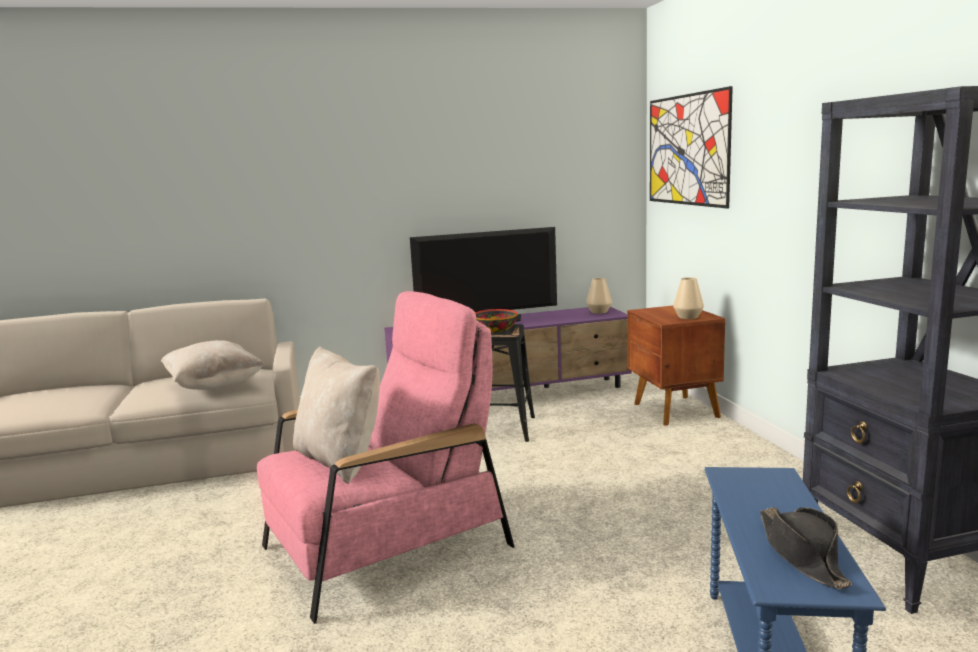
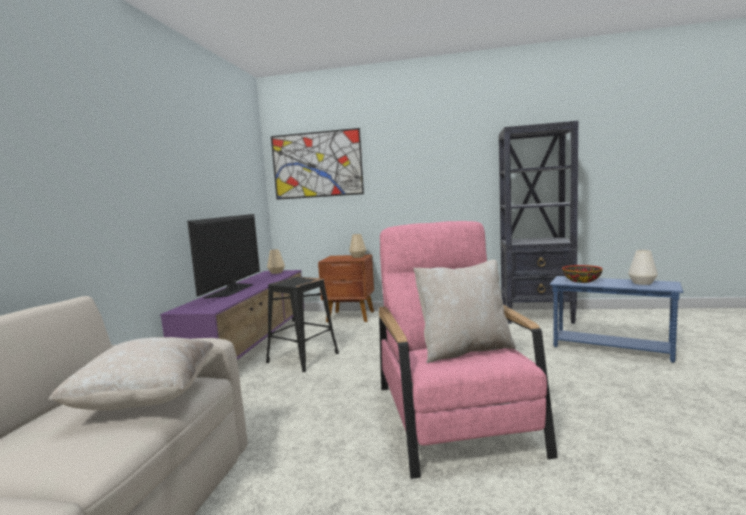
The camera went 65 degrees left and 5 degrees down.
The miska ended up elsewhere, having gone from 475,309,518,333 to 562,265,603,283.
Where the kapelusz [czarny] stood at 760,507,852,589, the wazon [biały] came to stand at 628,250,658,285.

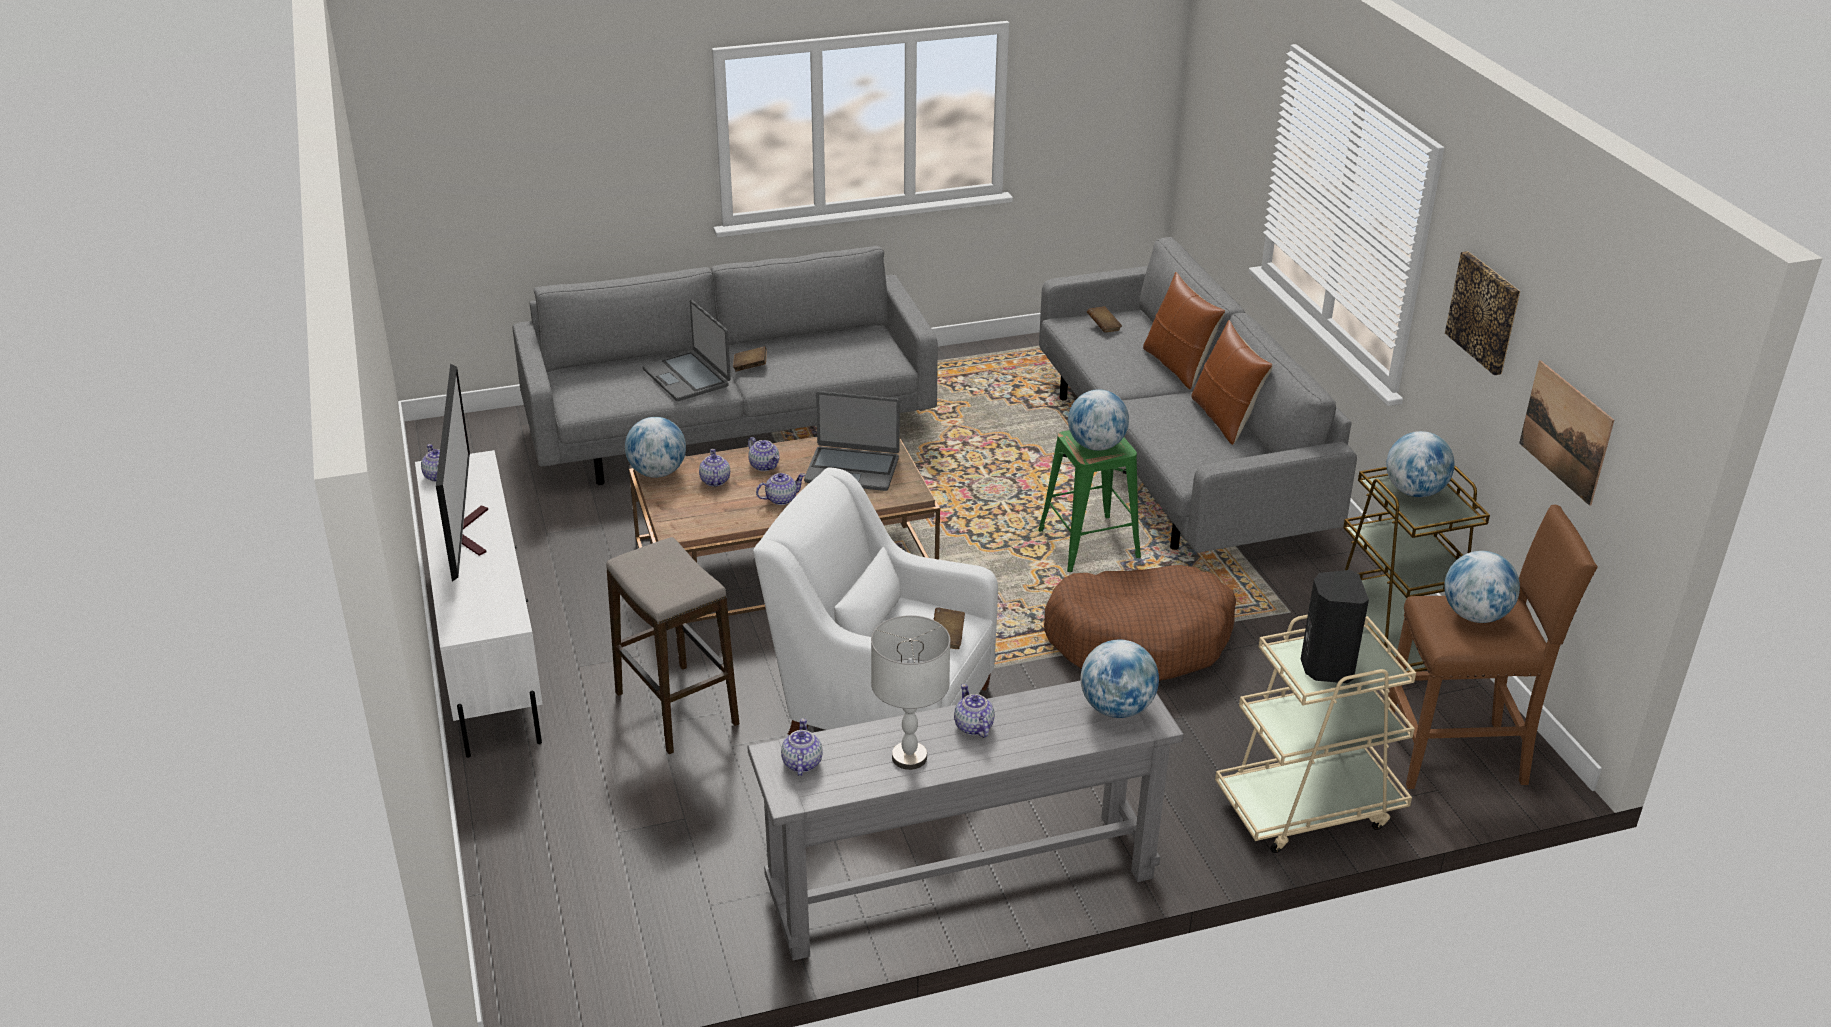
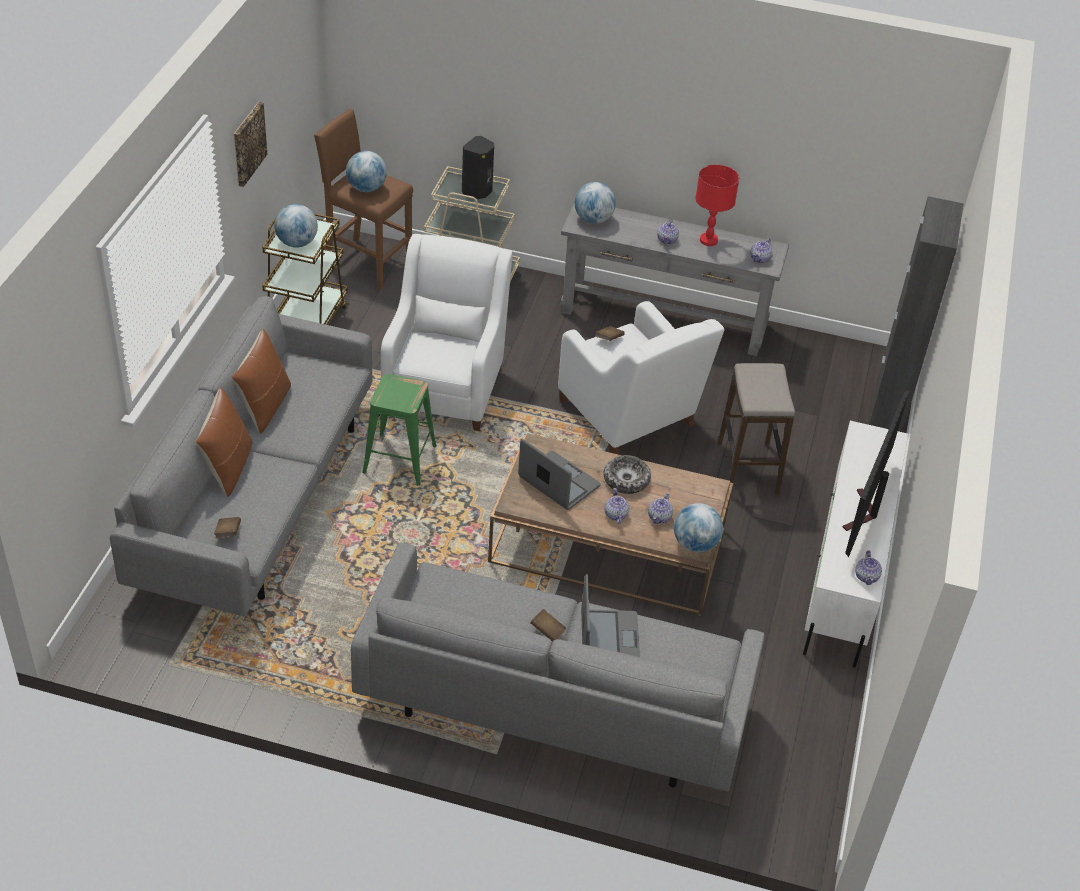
The camera went 150 degrees left and 10 degrees up.
The second view lost the obraz at 1519,360,1614,506.
The second view lost the globus at 1068,389,1129,451.
Where the imbryk stood at 756,473,805,505, the miska came to stand at 604,455,651,494.
Where the legowisko [brązowy] stood at 1044,565,1236,681, the fotel [biały] came to stand at 381,234,512,431.
What was the lampa stołowa [szary] at 871,615,950,770 turned into the lampa stołowa [czerwony] at 695,165,739,246.
The second view gained the szafka [czarny] at 869,196,964,432.

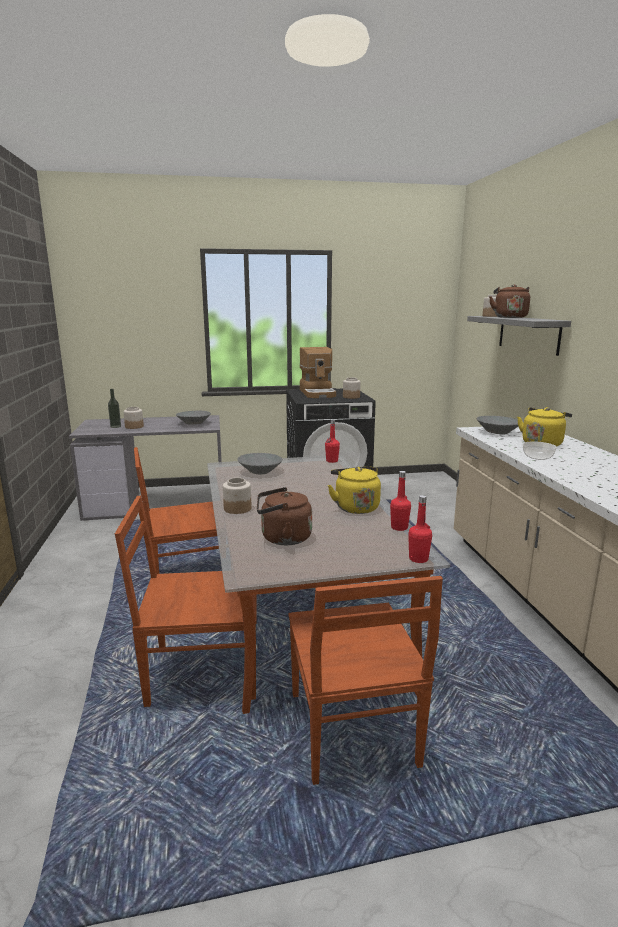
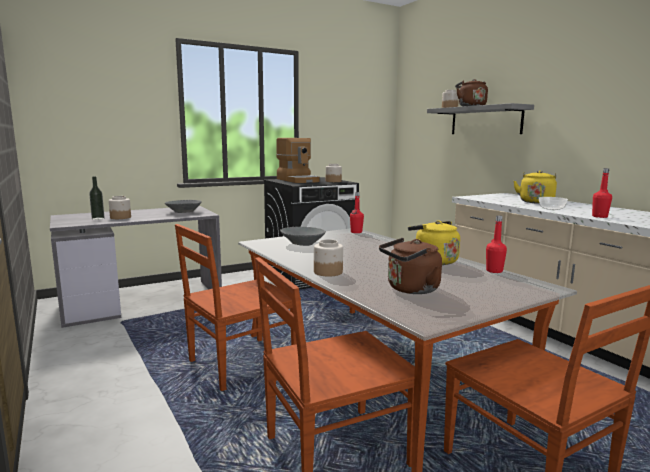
The camera went 20 degrees left and 5 degrees down.
The second view lost the miska [szary] at 477,416,518,435.
The butelka [czerwony] ended up elsewhere, having gone from 408,495,432,563 to 592,168,612,218.

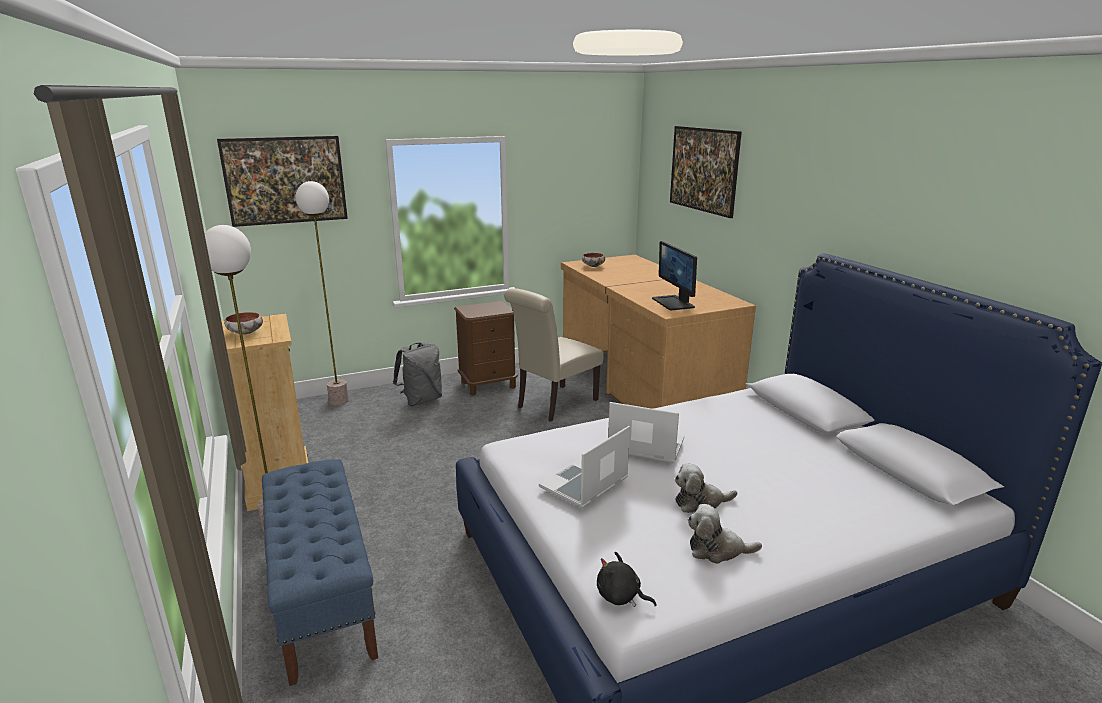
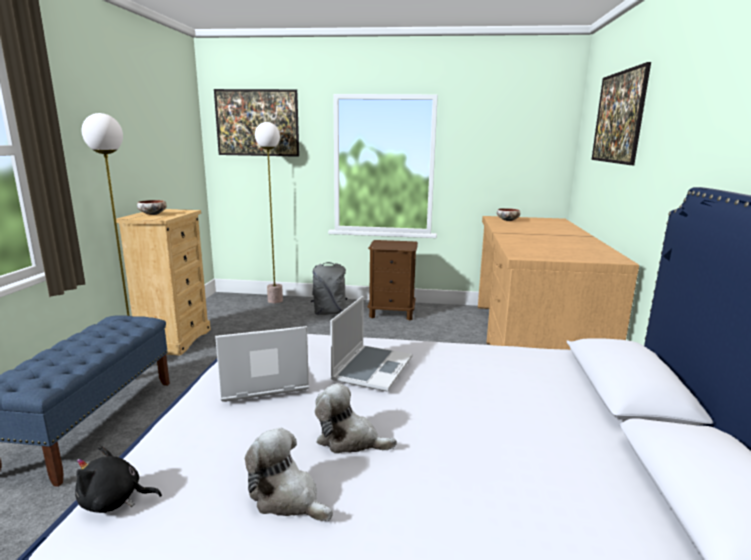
The camera went 30 degrees right and 5 degrees down.
The second view lost the monitor at 652,241,697,310.
The second view lost the krzesło [beżowy] at 504,288,603,422.
The laptop at 608,402,684,463 ended up facing another way, 60 degrees clockwise from before.
The pluszak [czarny] at 597,552,657,607 ended up facing another way, 60 degrees counterclockwise from before.

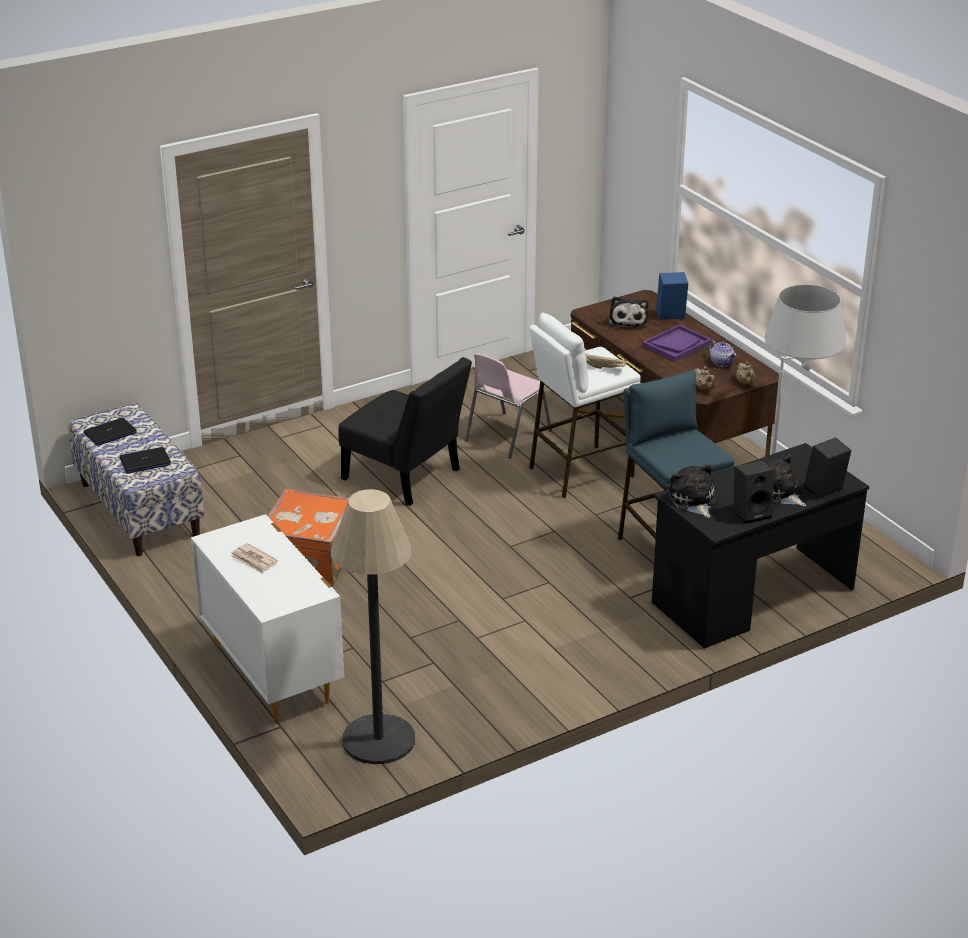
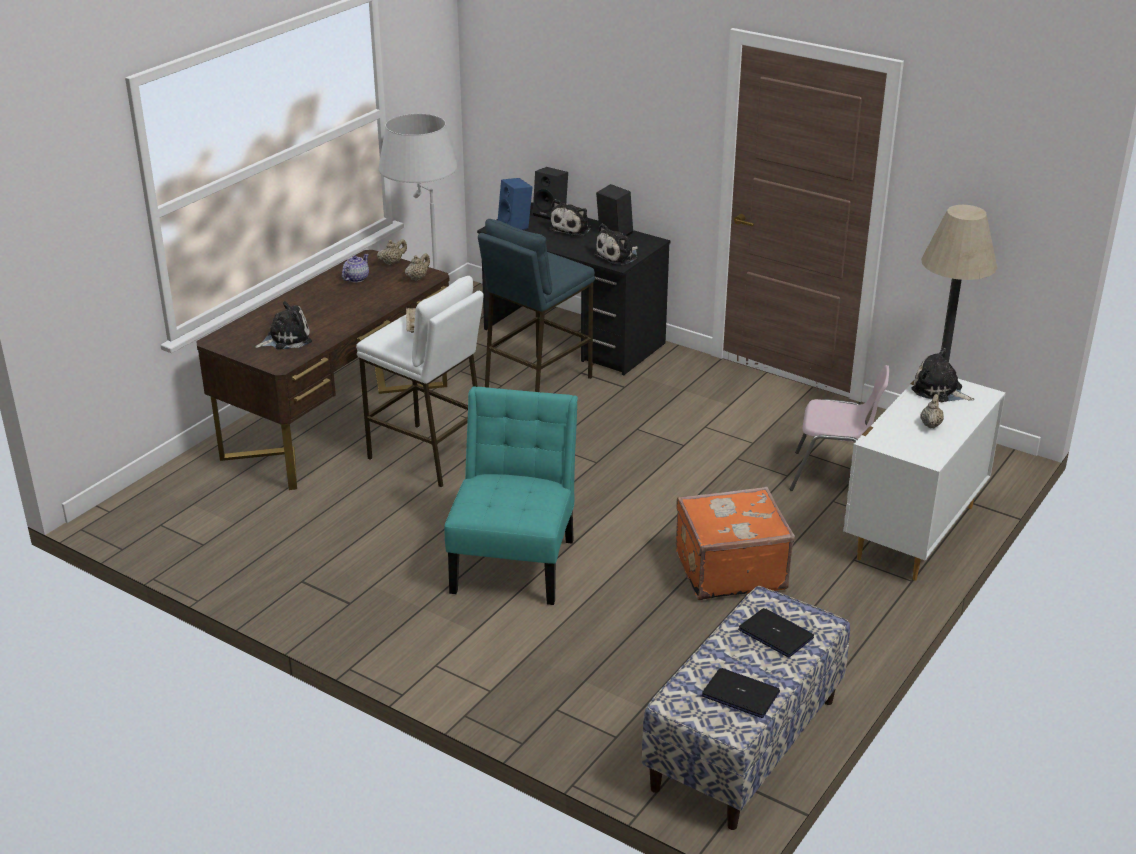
The camera went 115 degrees left and 0 degrees up.
The głośnik [niebieski] ended up elsewhere, having gone from 656,272,688,320 to 498,178,533,230.
The second view lost the taca [fioletowy] at 642,324,712,362.
The krzesło [różowy] ended up elsewhere, having gone from 465,353,552,458 to 790,365,889,491.
What was the krzesło [czarny] at 339,357,472,506 turned into the krzesło [turkusowy] at 444,386,578,605.
Where the gazeta stood at 231,543,278,574, the imbryk [beżowy] came to stand at 920,394,944,429.
The second view gained the pluszak at 911,348,974,402.

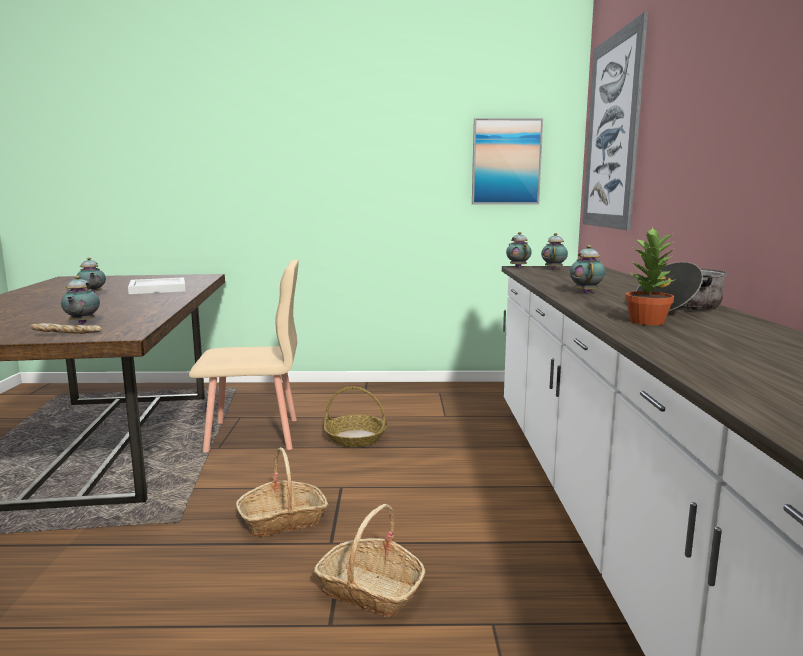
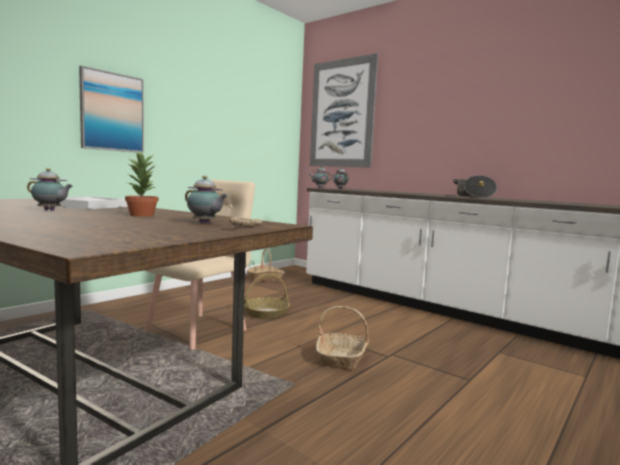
The camera went 50 degrees left and 5 degrees down.
The obraz ended up elsewhere, having gone from 472,118,543,204 to 79,65,144,153.
The roślina doniczkowa ended up elsewhere, having gone from 625,227,676,325 to 125,152,158,217.
The second view lost the imbryk at 570,245,605,294.
The koszyk ended up elsewhere, having gone from 314,504,425,617 to 247,249,285,282.

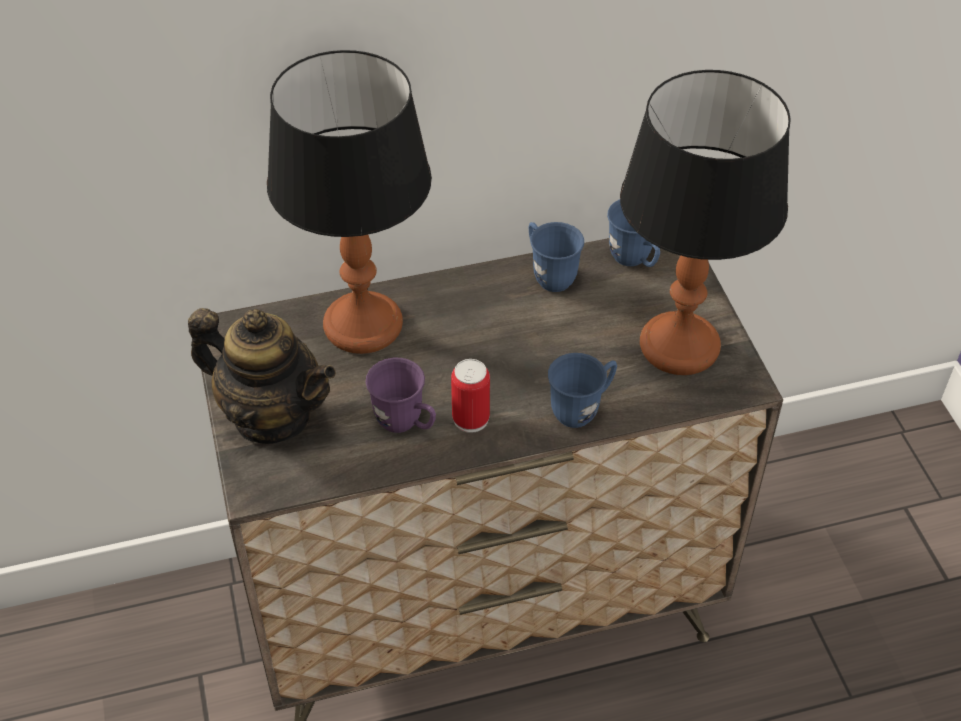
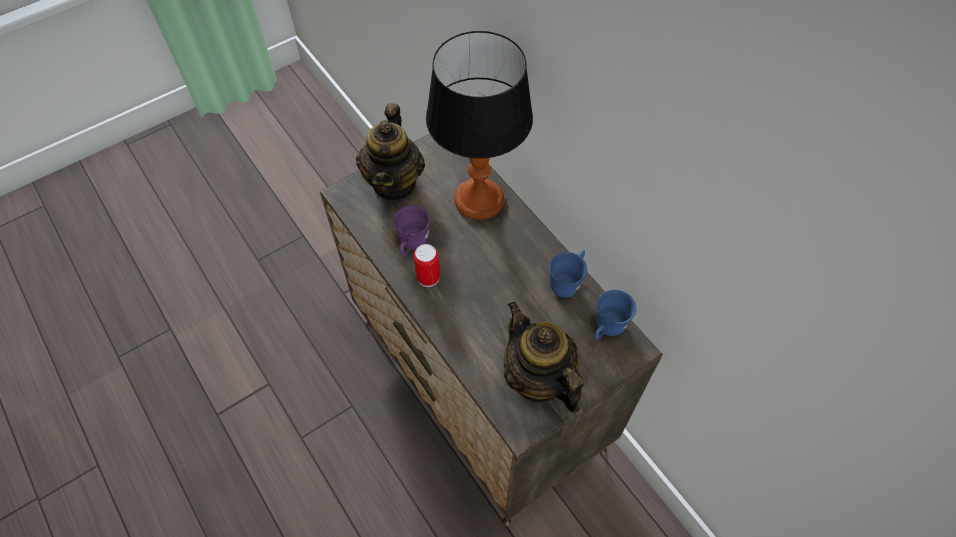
The camera went 70 degrees right and 10 degrees up.
Where the lampa stołowa stood at 620,70,791,375, the imbryk came to stand at 504,301,584,413.
The second view lost the kubek [niebieski] at 548,353,617,428.

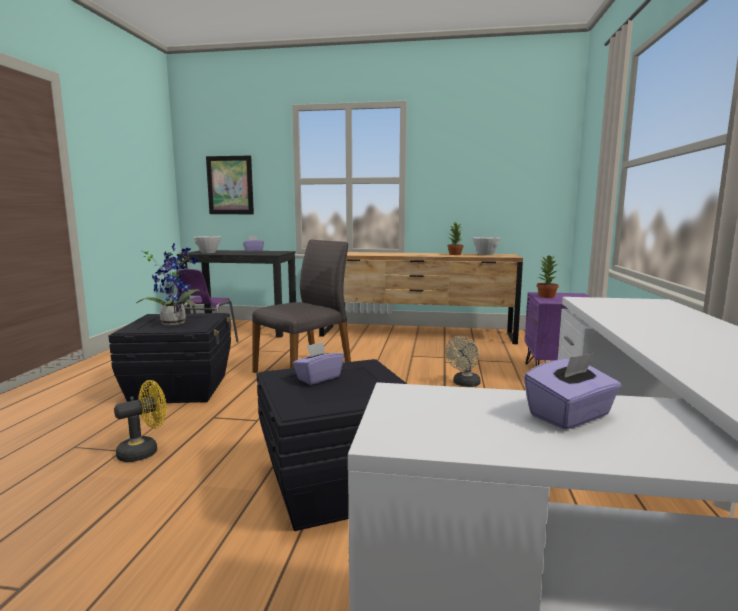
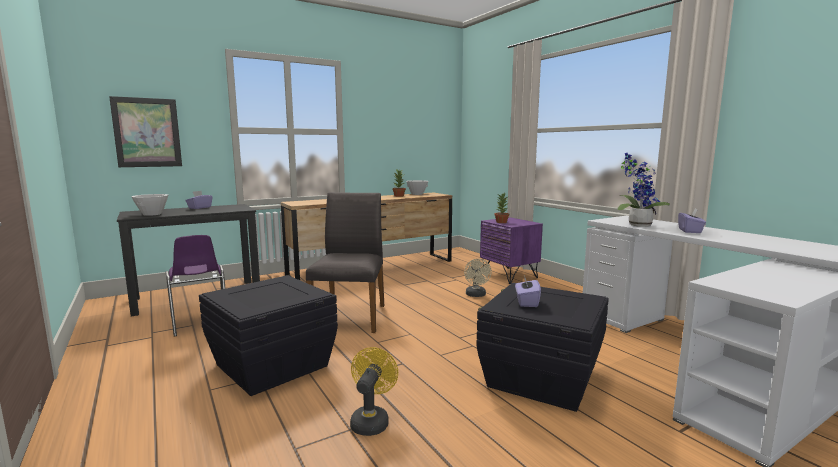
The camera went 40 degrees left and 0 degrees up.
The roślina doniczkowa ended up elsewhere, having gone from 136,243,200,325 to 617,153,670,227.
The pudełko chusteczek [fioletowy] ended up elsewhere, having gone from 524,352,622,430 to 678,209,706,233.

